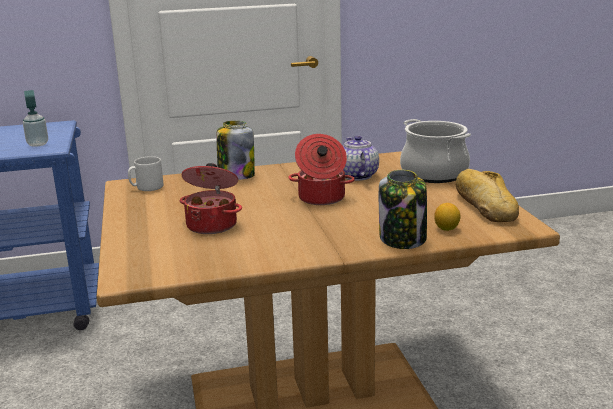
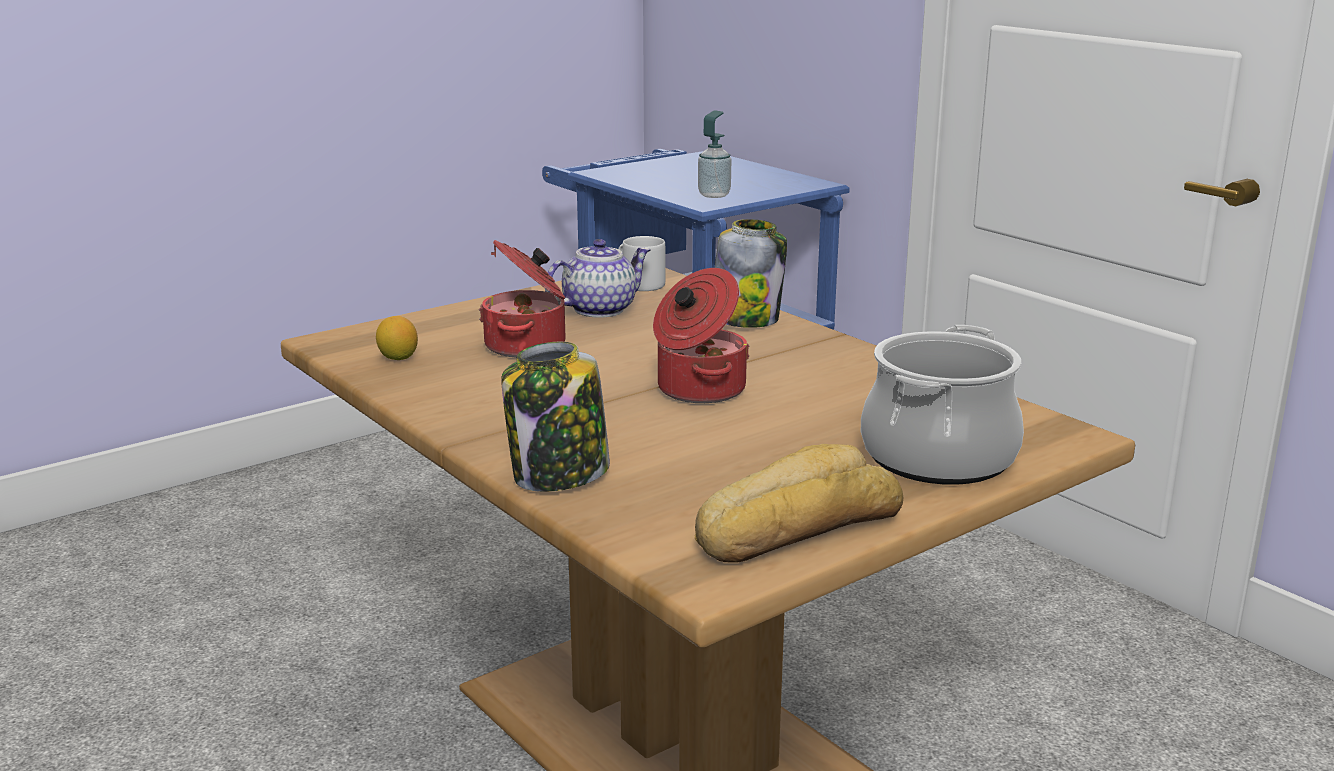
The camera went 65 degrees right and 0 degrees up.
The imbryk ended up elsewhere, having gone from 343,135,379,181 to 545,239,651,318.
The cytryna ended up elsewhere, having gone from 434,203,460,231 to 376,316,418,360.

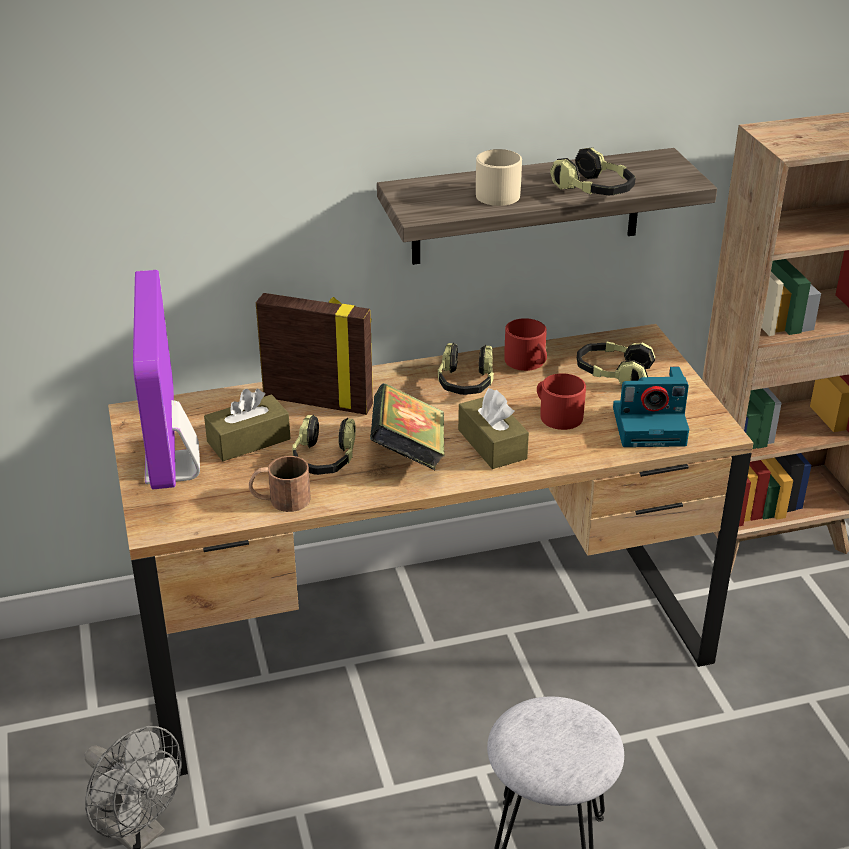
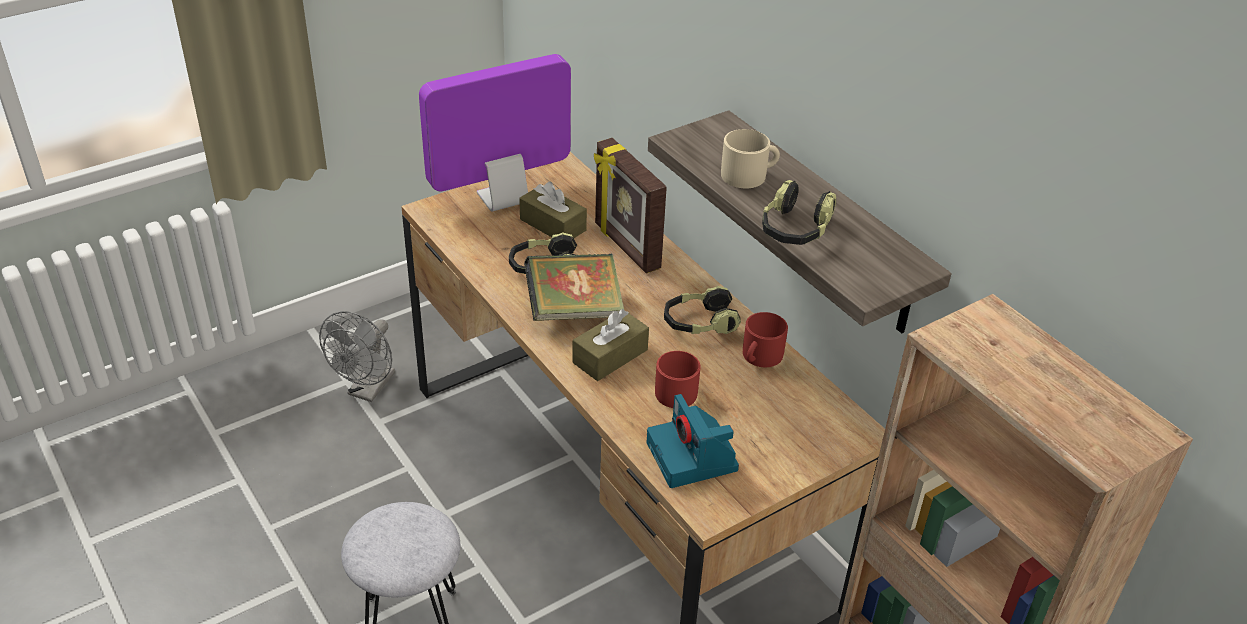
The camera went 70 degrees right and 5 degrees up.
The ramka na zdjęcie at 256,293,373,415 ended up facing another way, 150 degrees clockwise from before.
The second view lost the słuchawki at 577,341,655,385.
The second view lost the kubek [brązowy] at 249,456,311,512.

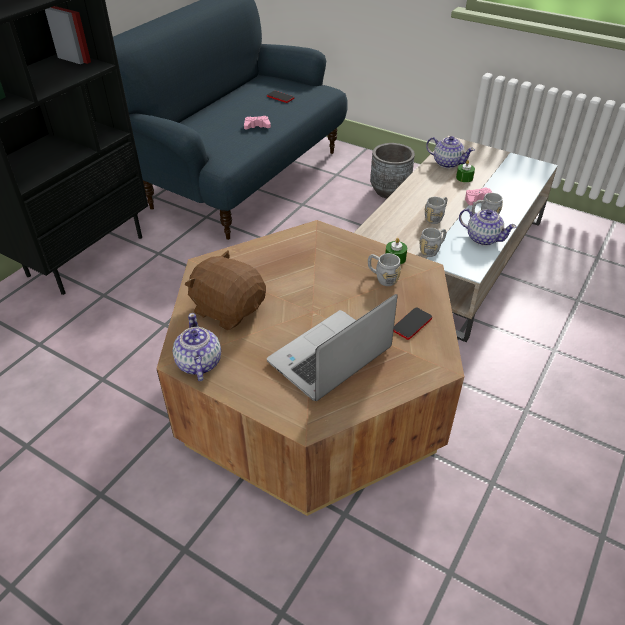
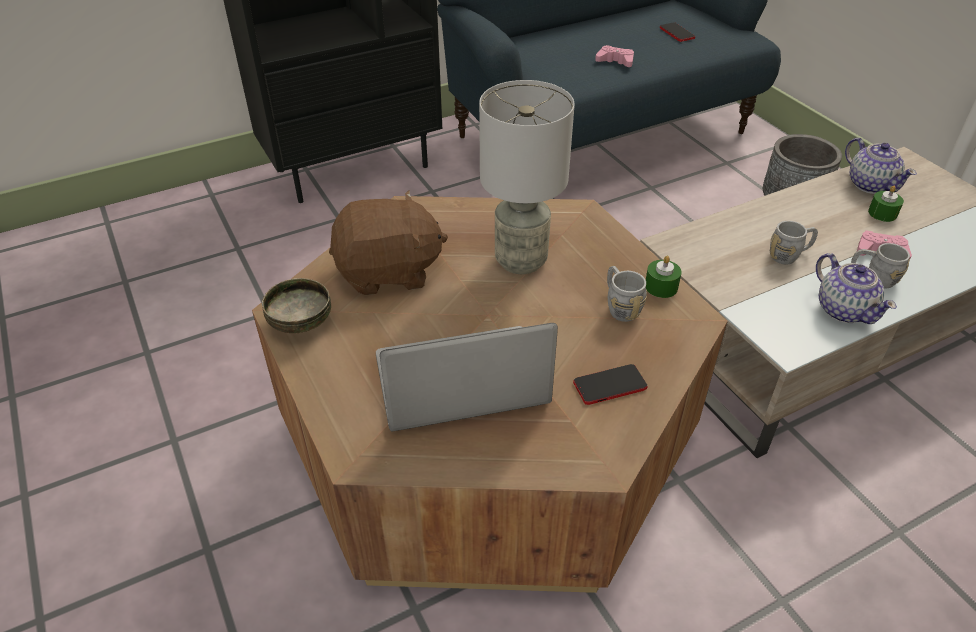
The camera went 30 degrees right and 0 degrees up.
The second view lost the kubek [szary] at 419,228,446,257.
The pluszak [brązowy] at 185,250,266,330 ended up facing another way, 105 degrees clockwise from before.
Where the imbryk stood at 173,313,221,381, the miska came to stand at 261,278,331,333.
The second view gained the lampa stołowa [szary] at 479,80,574,274.

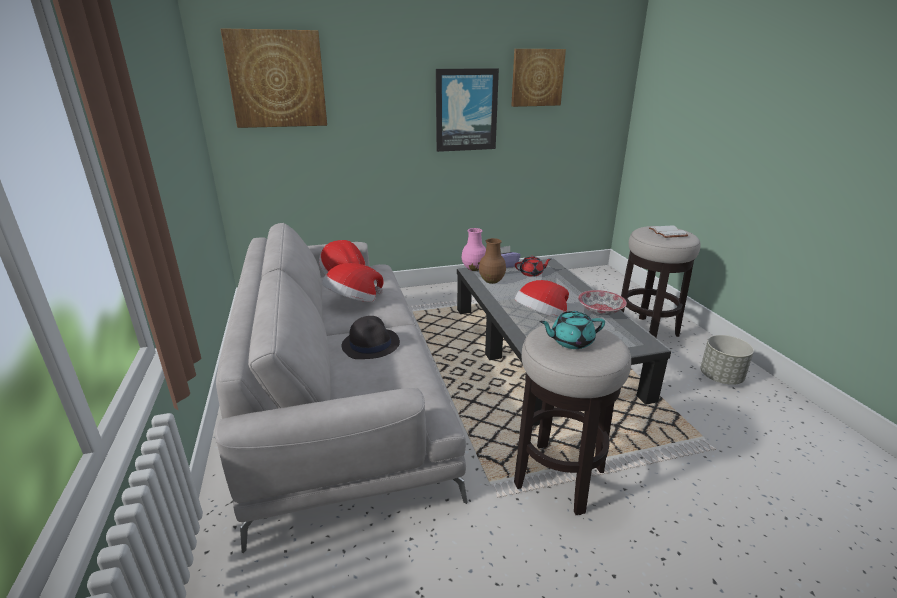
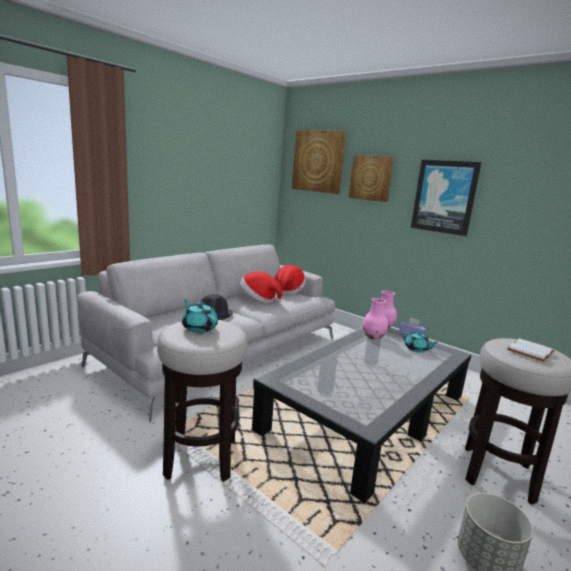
The camera went 55 degrees right and 10 degrees down.
The obraz ended up elsewhere, having gone from 511,49,566,107 to 349,155,394,202.
What was the wazon [brązowy] at 479,238,506,284 turned into the wazon [różowy] at 363,298,388,340.
What was the imbryk [czerwony] at 515,256,551,277 turned into the imbryk [turkusowy] at 402,331,438,353.
The second view lost the kapelusz at 515,280,569,318.
The second view lost the miska at 578,290,627,315.

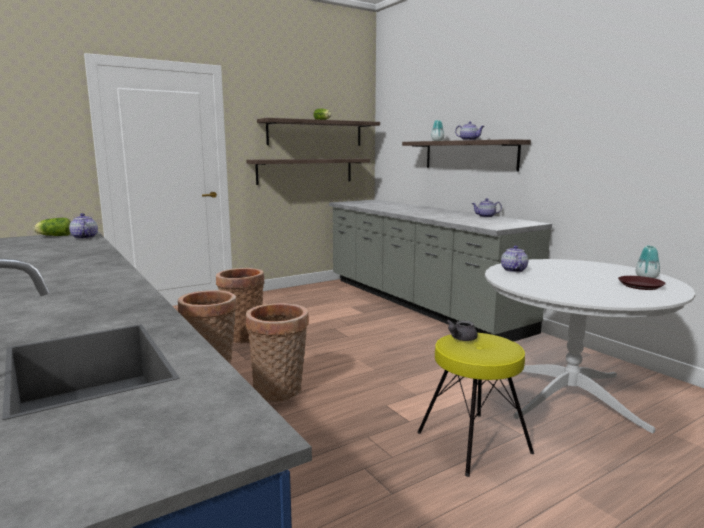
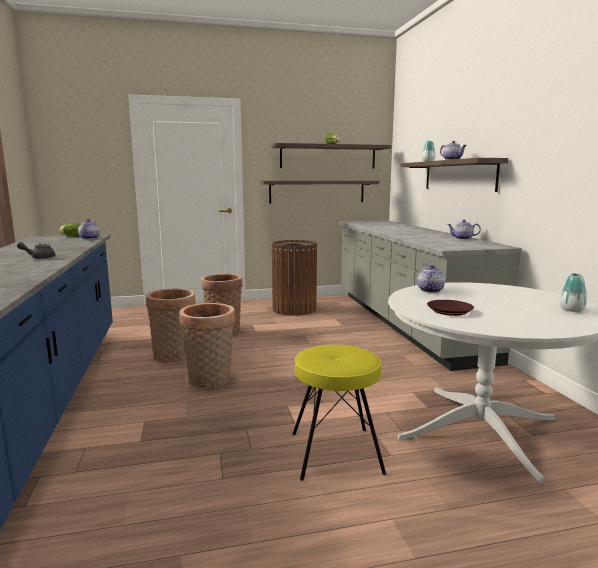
The camera went 20 degrees right and 0 degrees up.
The talerz [brązowy] ended up elsewhere, having gone from 618,276,666,290 to 427,300,474,316.
The imbryk [szary] ended up elsewhere, having gone from 447,320,478,341 to 17,242,55,259.
The second view gained the kosz na śmieci [brązowy] at 271,240,317,316.

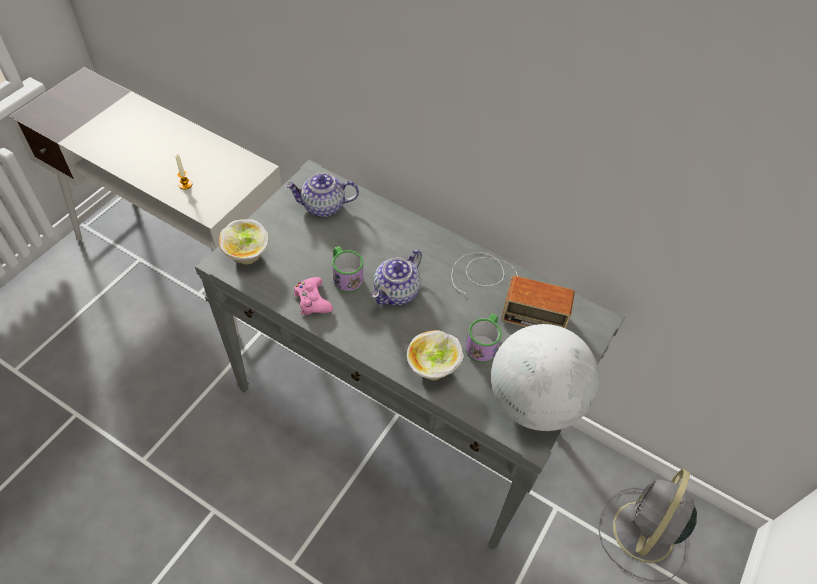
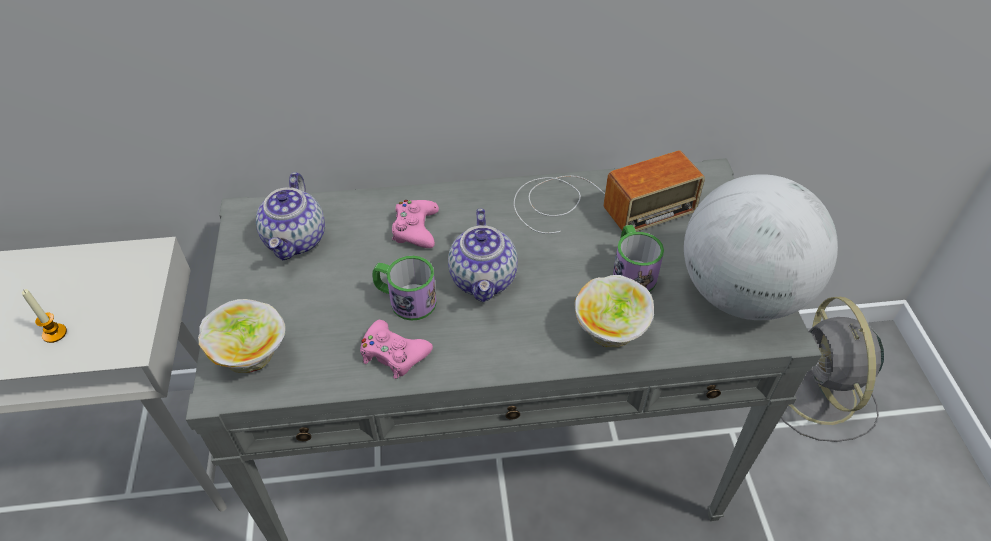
The camera went 35 degrees left and 5 degrees down.
The imbryk at 285,172,359,217 ended up facing another way, 45 degrees counterclockwise from before.
The second view gained the pad do gier [różowy] at 392,200,439,248.

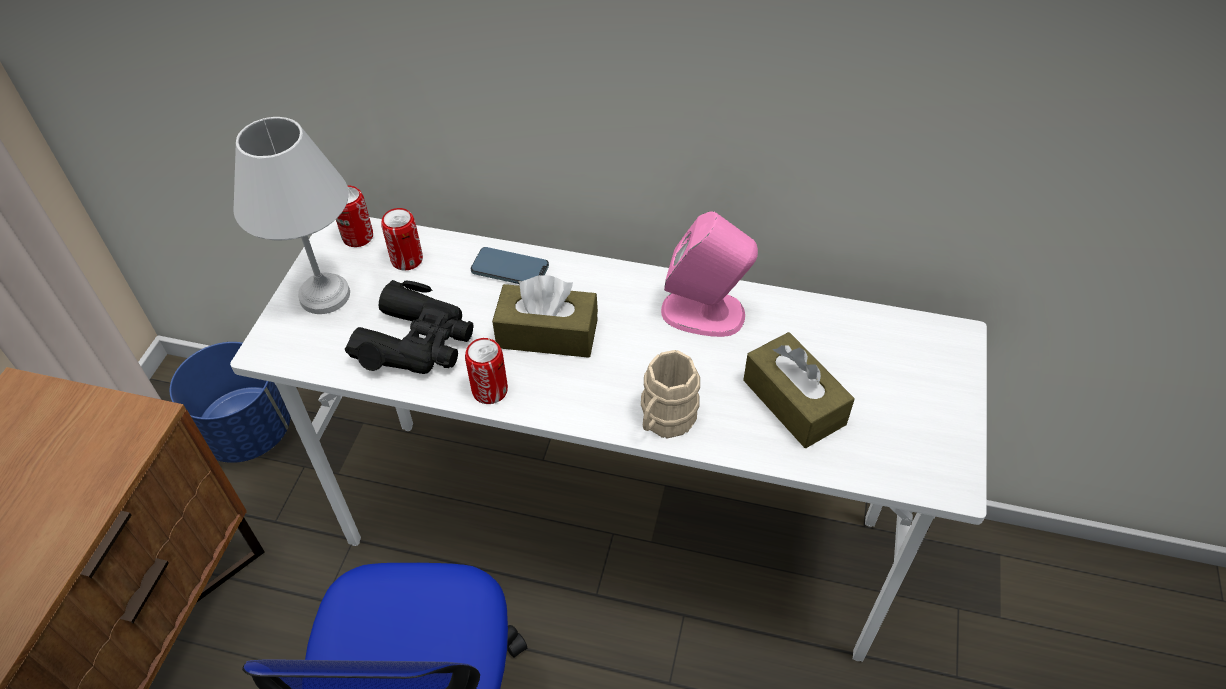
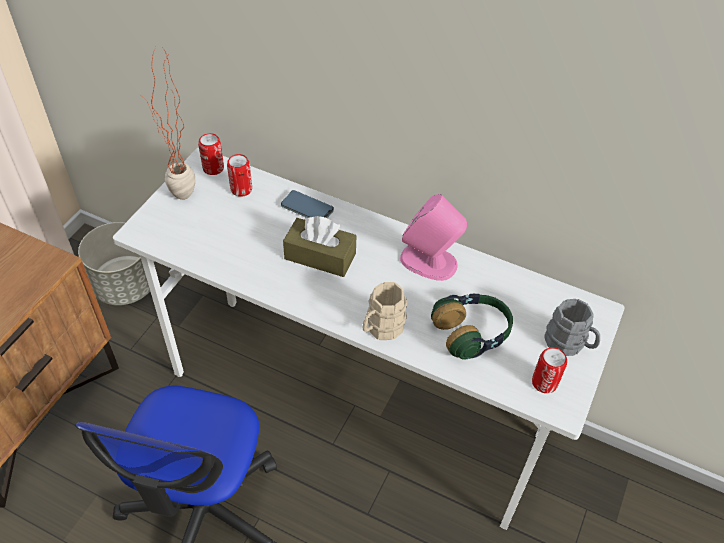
The camera went 10 degrees right and 0 degrees up.
Where the lampa stołowa [biały] stood at 233,117,350,314, the roślina doniczkowa came to stand at 143,47,195,200.
The second view lost the lornetka [czarny] at 345,280,474,374.
Where the pudełko chusteczek [brązowy] stood at 743,332,855,448, the słuchawki came to stand at 431,294,513,360.
The puszka ended up elsewhere, having gone from 465,338,508,404 to 532,347,567,394.
What was the donica [niebieski] at 170,342,291,463 turned into the donica [szary] at 78,222,150,305.
The second view gained the kubek [szary] at 544,299,600,356.

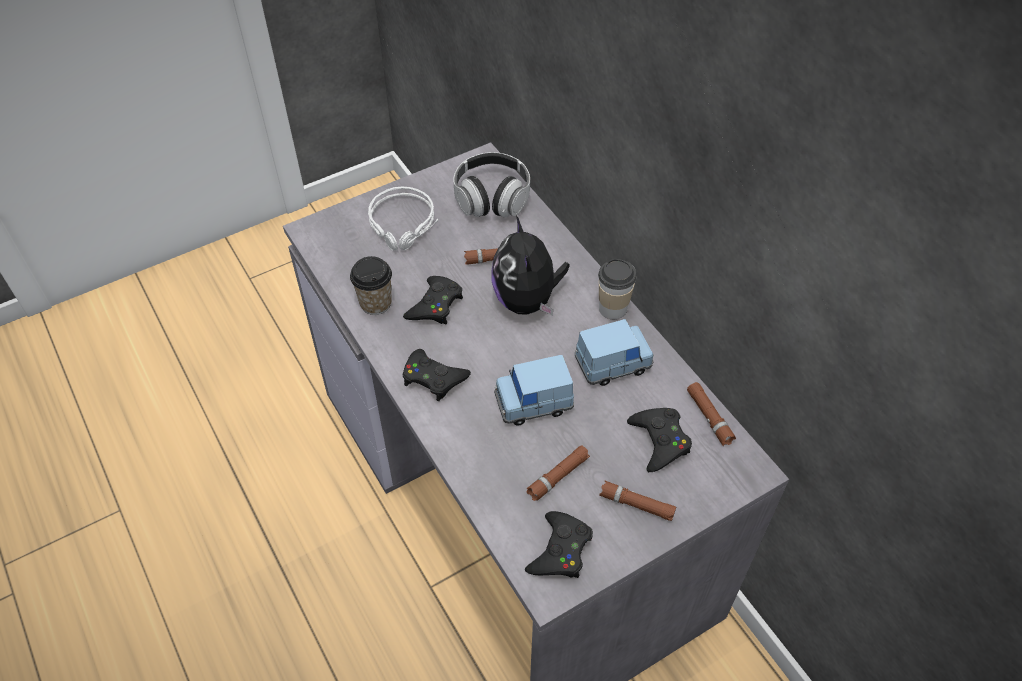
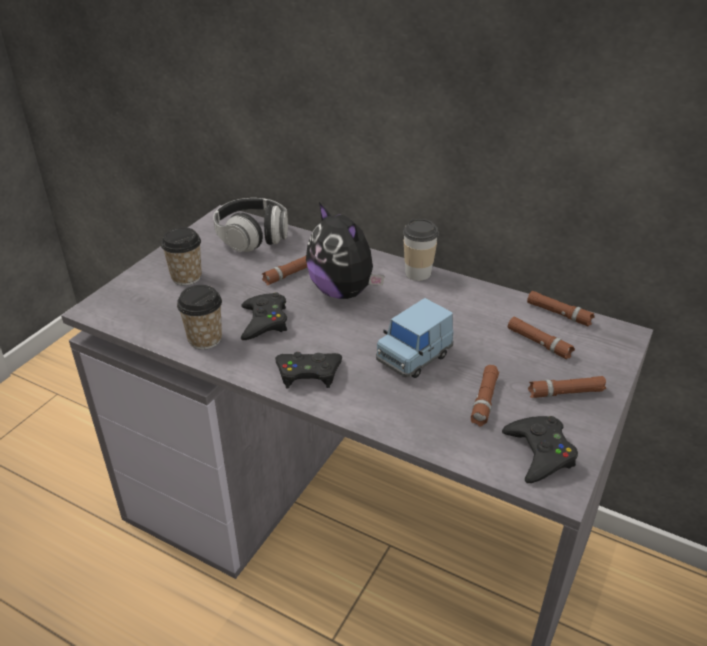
The camera went 30 degrees left and 15 degrees down.
Where the słuchawki [szary] stood at 368,187,438,251, the filiżanka came to stand at 161,227,202,286.
The second view lost the samochodzik [niebieski] at 575,319,654,386.
Where the pad do gier [czarny] stood at 627,408,692,472, the latarka [brązowy] came to stand at 508,317,575,360.

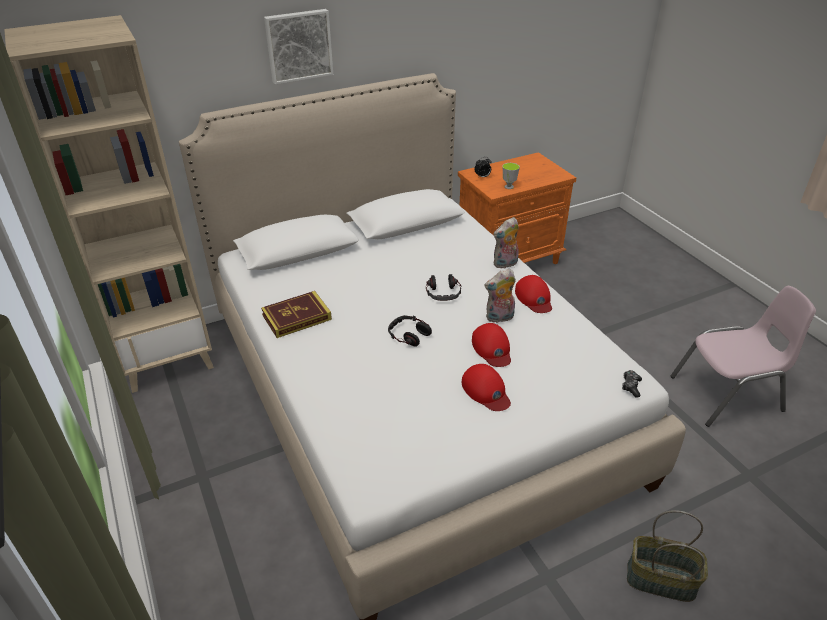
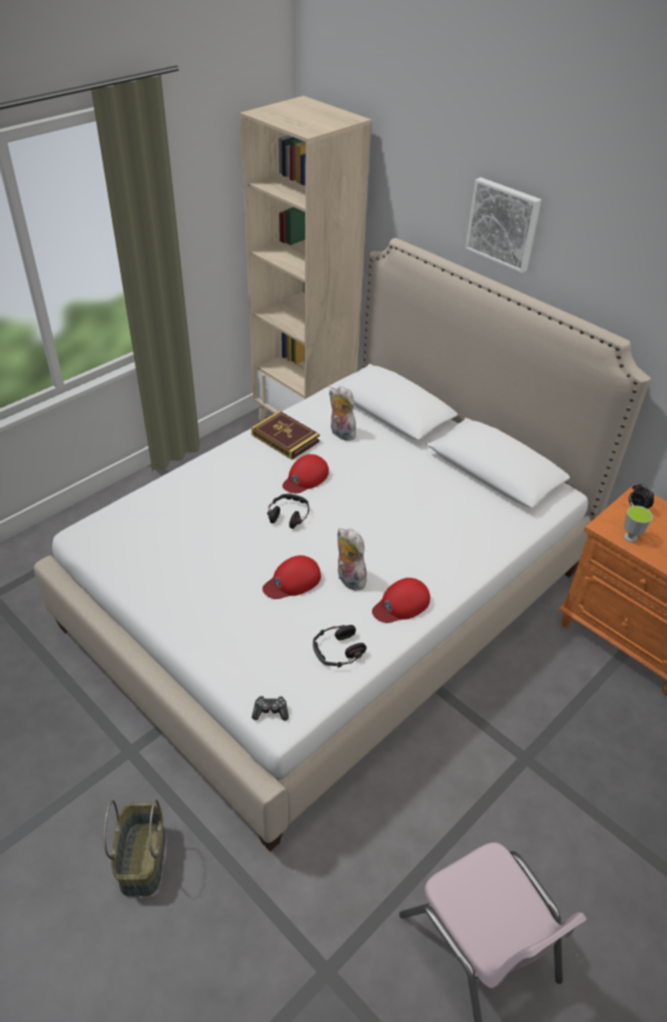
The camera went 70 degrees right and 5 degrees up.
The pluszak ended up elsewhere, having gone from 494,217,519,269 to 329,386,356,441.
The słuchawki ended up elsewhere, having gone from 426,274,461,301 to 313,625,367,668.
The czapka z daszkiem [czerwony] ended up elsewhere, having gone from 462,364,511,411 to 282,454,329,493.

